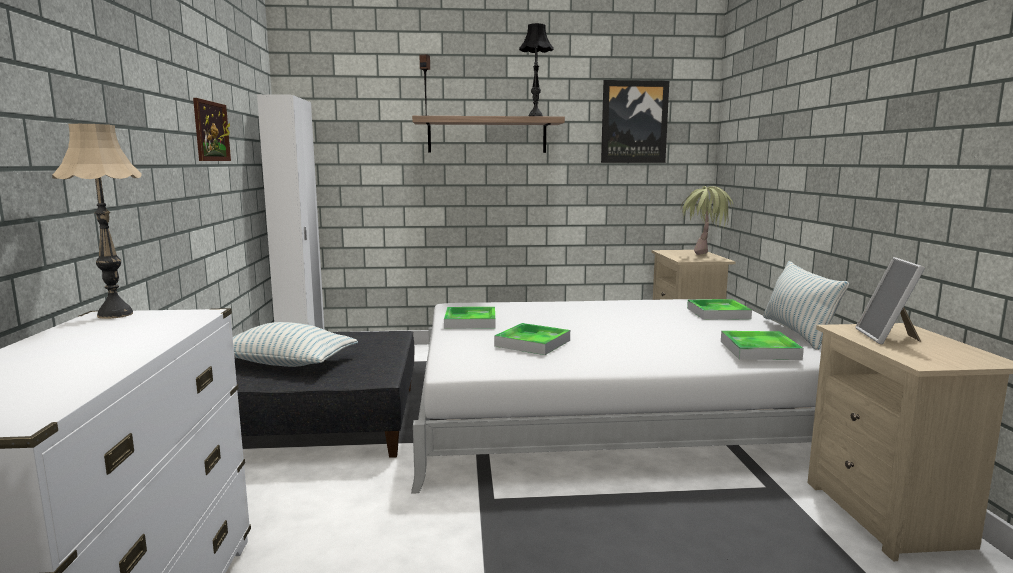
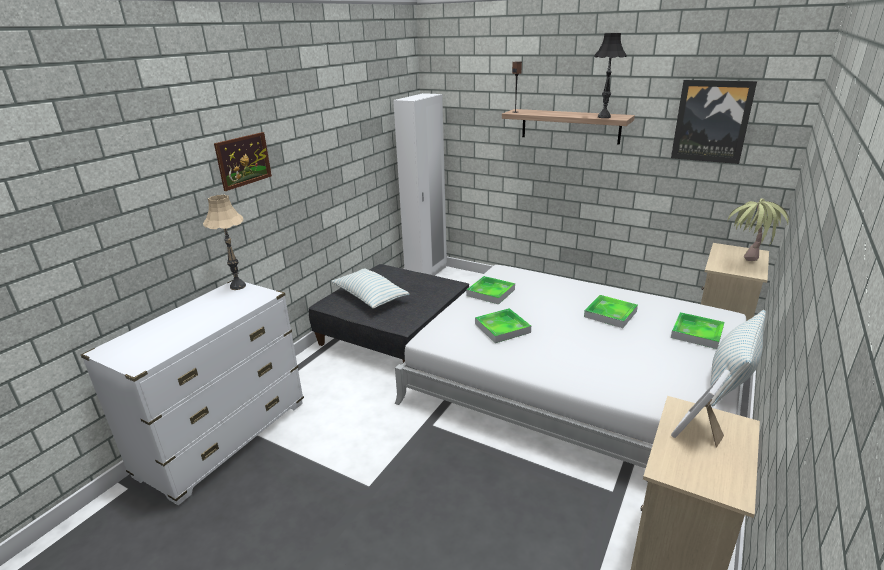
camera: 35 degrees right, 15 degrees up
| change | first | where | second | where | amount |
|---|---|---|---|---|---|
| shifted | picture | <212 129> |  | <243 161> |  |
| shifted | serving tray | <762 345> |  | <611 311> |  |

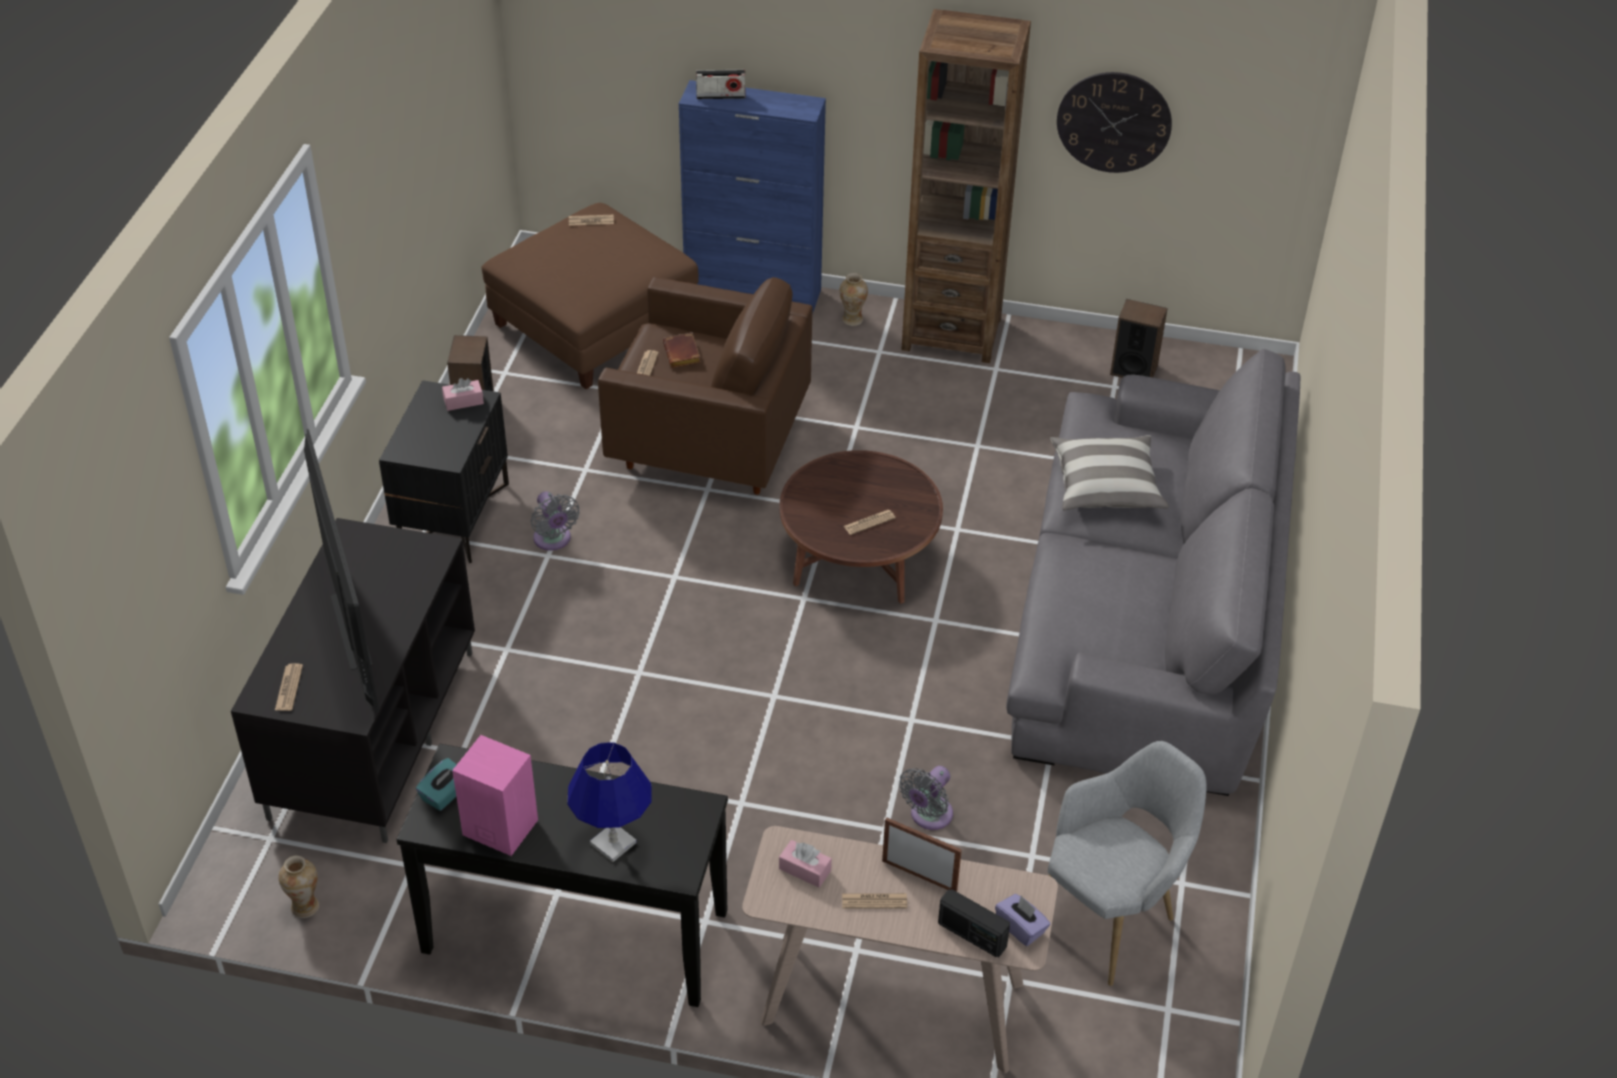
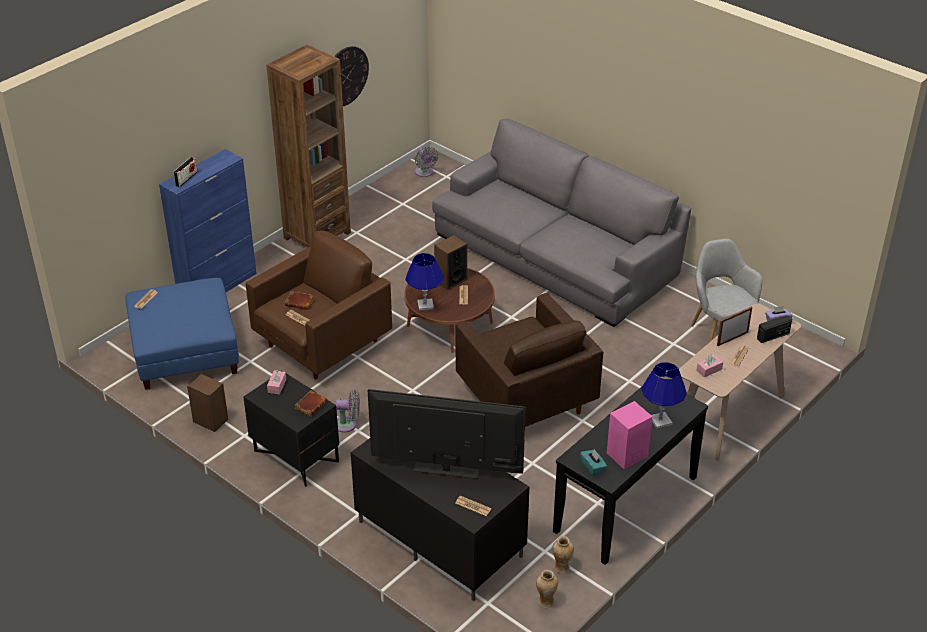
camera: 60 degrees left, 5 degrees down
| change | first | where | second | where | amount |
|---|---|---|---|---|---|
| repainted | brown pouffe | <590 296> | blue-coloured pouffe | <182 334> |  |
| shifted | vase | <854 299> |  | <563 555> |  |
| shifted | audio speaker | <1139 338> |  | <450 262> |  |
| gone | cushion | <1109 472> |  |  |  |
| shifted | greyish electric fan | <926 798> |  | <426 162> |  |
| new |  |  | blue-coloured lamp for a table | <425 282> |  |
| new |  |  | brown lounge chair | <529 360> |  |
| new |  |  | brown volume | <311 403> |  |

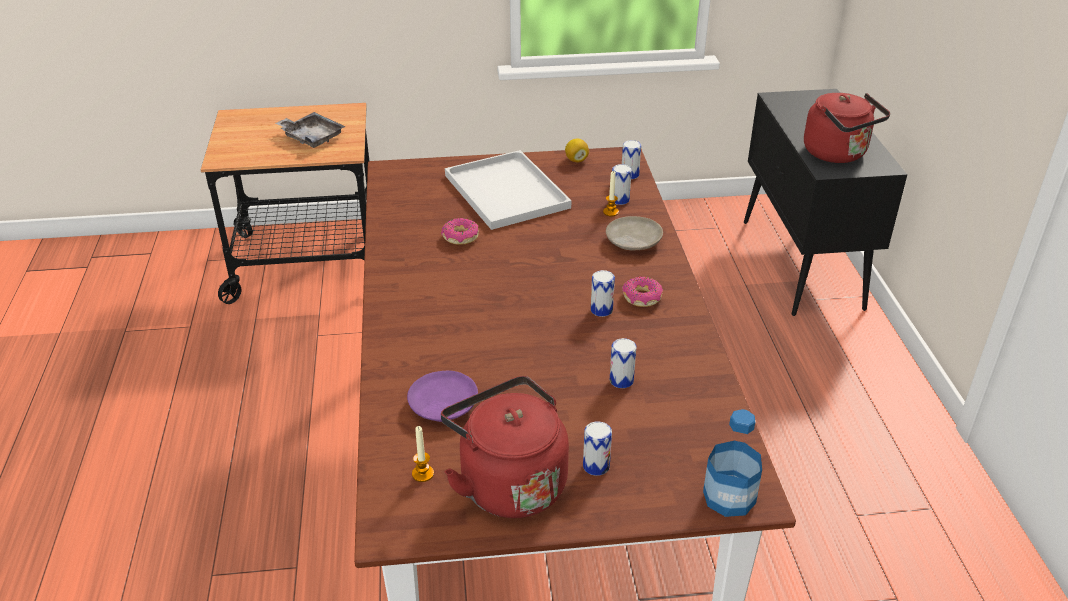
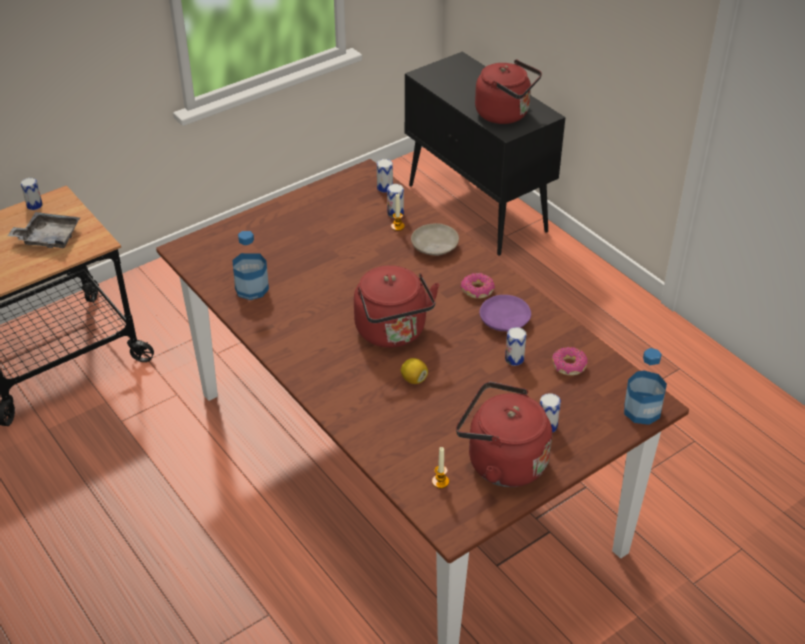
camera: 30 degrees left, 5 degrees up
| change | first | where | second | where | amount |
|---|---|---|---|---|---|
| shifted | whole lemon | <577 150> |  | <414 371> |  |
| gone | whitish serving tray | <508 190> |  |  |  |
| shifted | donut | <460 231> |  | <569 361> |  |
| shifted | sealed can | <603 293> |  | <32 194> |  |
| shifted | purple dinner plate | <442 396> |  | <505 313> |  |
| new |  |  | drink bottle | <250 265> |  |
| new |  |  | reddish kettle | <396 306> |  |

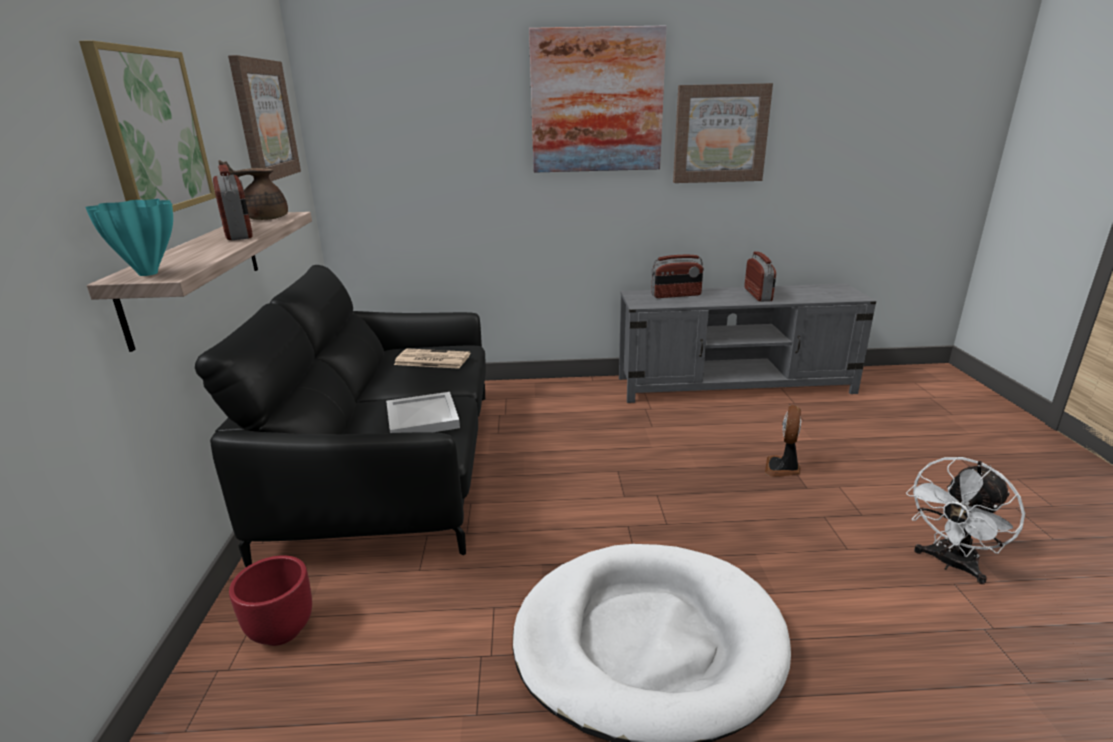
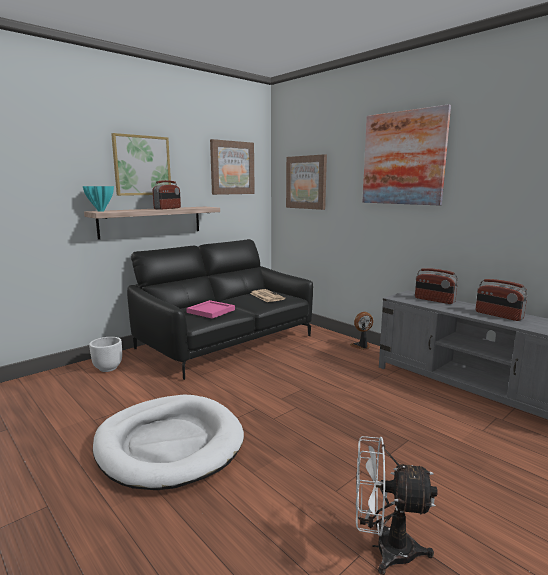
camera: 50 degrees right, 10 degrees down
| change | first | where | second | where | amount |
|---|---|---|---|---|---|
| shifted | picture | <723 133> |  | <306 182> |  |
| gone | brown teapot | <253 190> |  |  |  |
| rotated | radio set | <760 276> |  | <502 300> | 90 degrees clockwise |
| repainted | whitish serving tray | <423 412> | pink serving tray | <210 309> |  |
| shifted | electric fan | <783 441> |  | <361 331> |  |
| repainted | reddish planter | <270 600> | whitish planter | <105 354> |  |

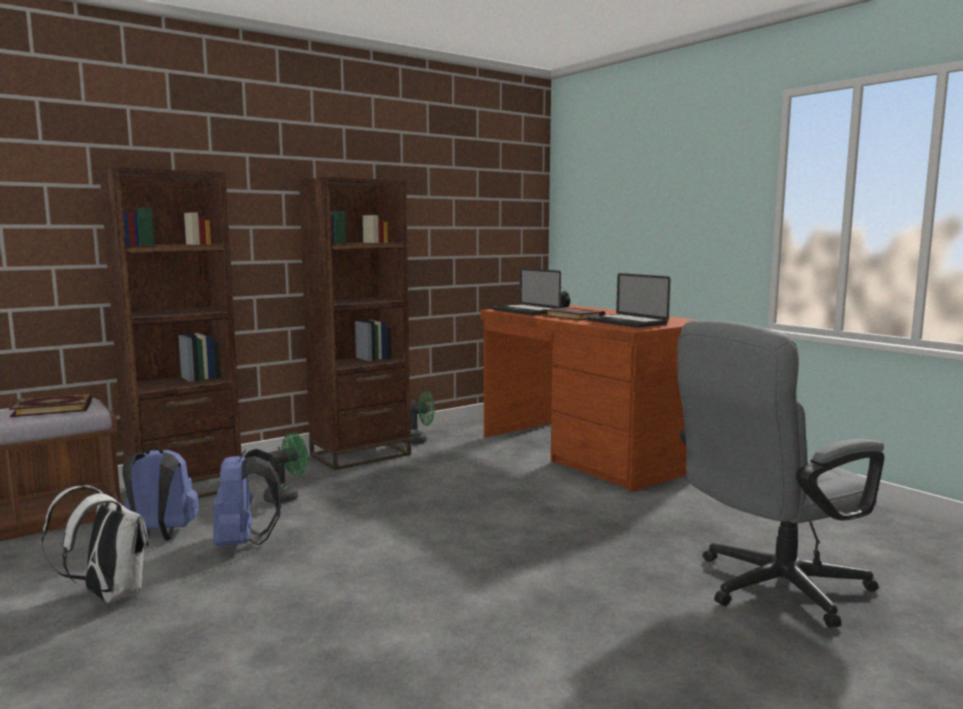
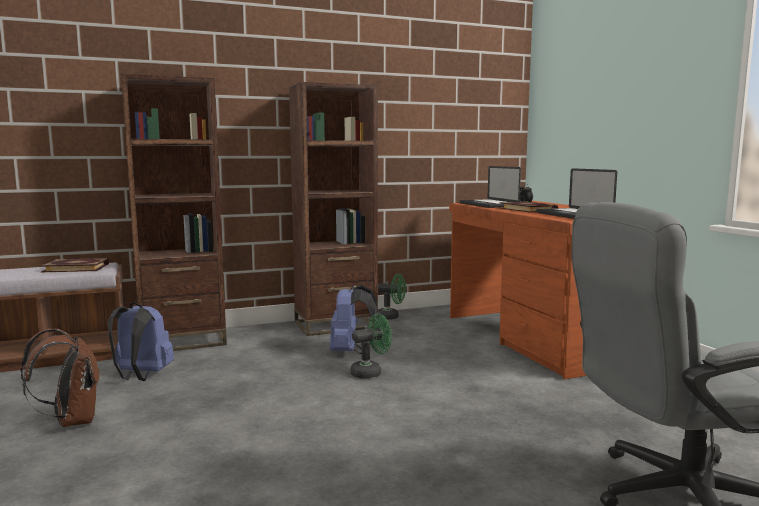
camera: 15 degrees right, 0 degrees up
| change | first | where | second | where | amount |
|---|---|---|---|---|---|
| shifted | green electric fan | <286 468> |  | <371 346> |  |
| shifted | blue-coloured rucksack | <247 497> |  | <353 319> |  |
| repainted | whitish rucksack | <95 544> | brown rucksack | <60 378> |  |

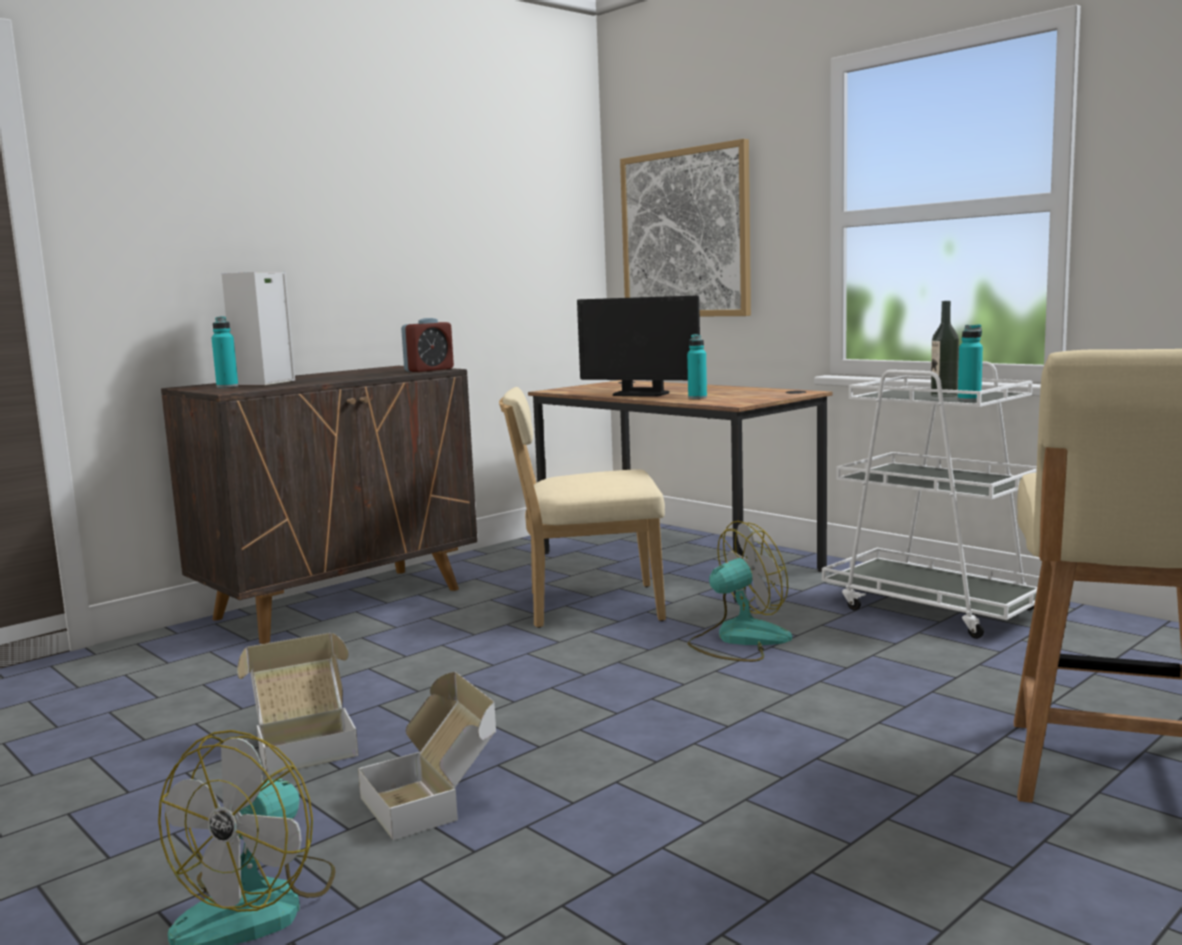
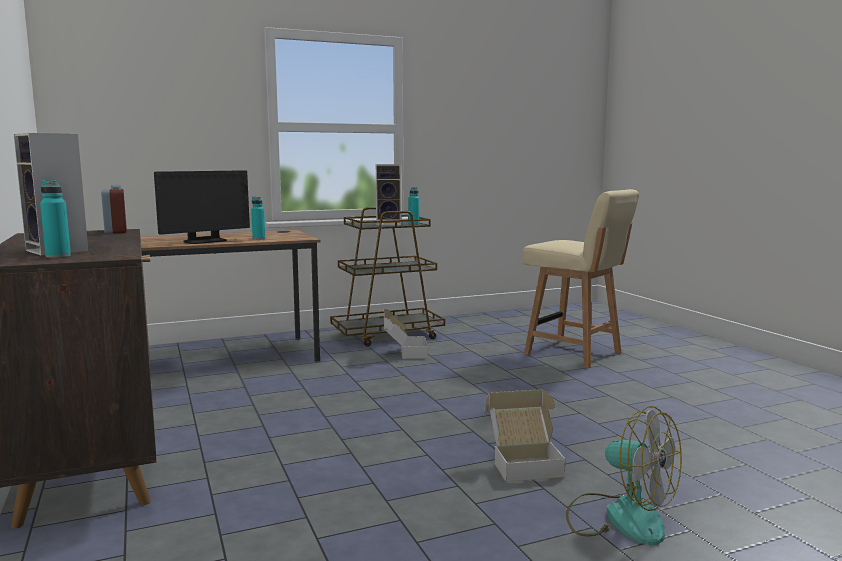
camera: 70 degrees left, 0 degrees up
| change | first | where | second | where | amount |
|---|---|---|---|---|---|
| gone | picture | <685 227> |  |  |  |
| swapped | drink bottle | <945 349> | audio speaker | <389 194> |  |
| repainted | whitish cart | <930 500> | brown cart | <387 277> |  |
| gone | beige-coloured upright chair | <582 507> |  |  |  |
| gone | electric fan | <740 591> |  |  |  |
| shifted | cardboard box | <298 704> |  | <406 334> |  |

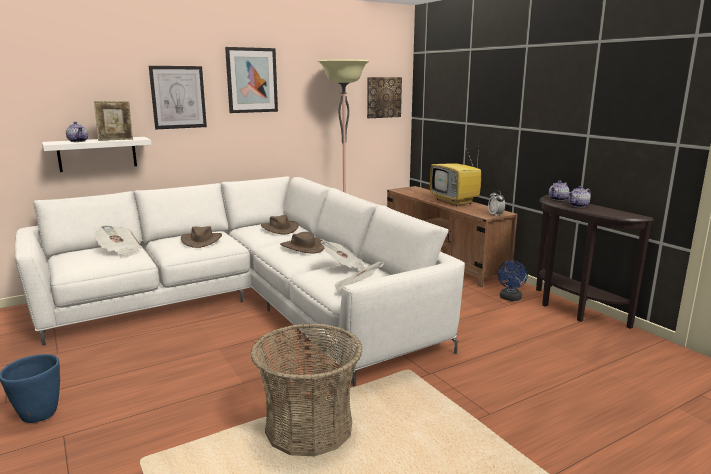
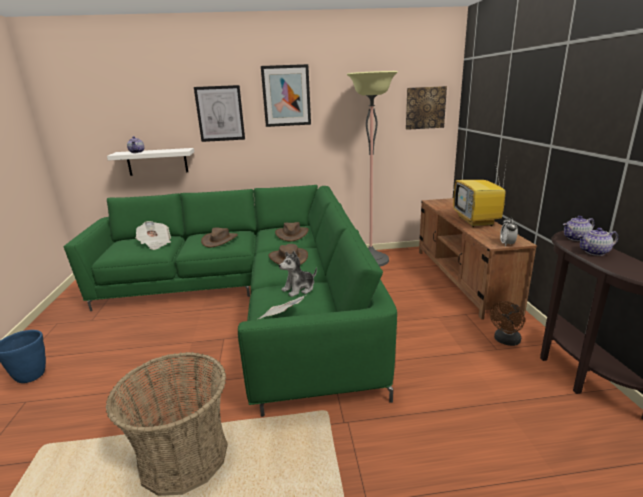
camera: 25 degrees right, 5 degrees up
| change | first | where | second | where | amount |
|---|---|---|---|---|---|
| gone | photo frame | <113 121> |  |  |  |
| repainted | whitish sofa | <240 281> | green sofa | <230 301> |  |
| swapped | daily paper | <343 255> | cuddly toy | <298 274> |  |
| repainted | blue-coloured electric fan | <512 281> | brown electric fan | <507 323> |  |

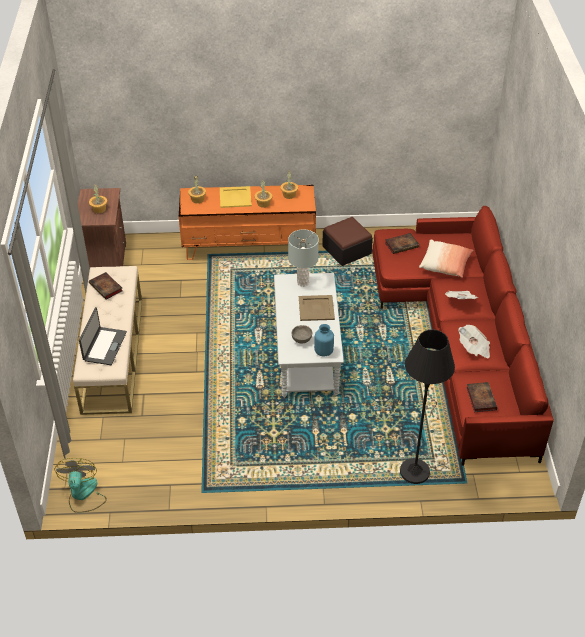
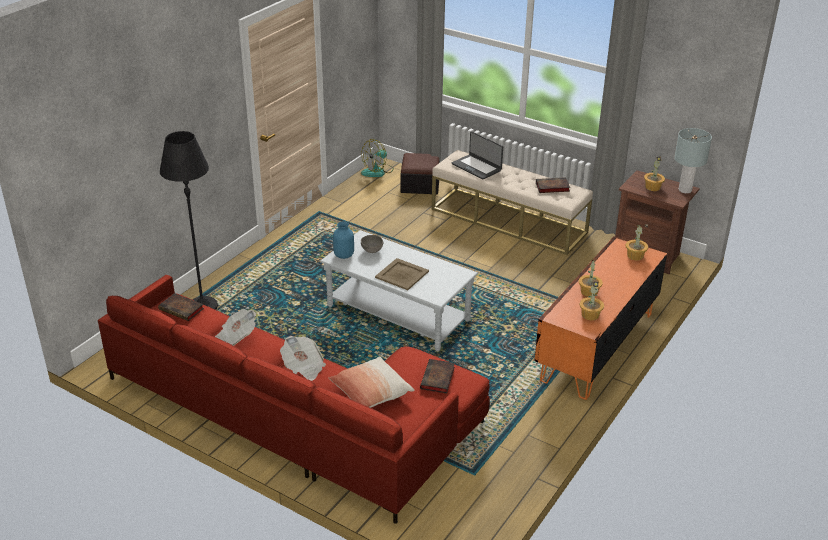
camera: 125 degrees right, 10 degrees down
| change | first | where | second | where | amount |
|---|---|---|---|---|---|
| gone | yellow serving tray | <236 197> |  |  |  |
| shifted | pouffe | <347 241> |  | <420 173> |  |
| shifted | greyish lamp for a table | <303 258> |  | <693 160> |  |
| rotated | electric fan | <81 485> |  | <377 158> | 105 degrees clockwise |

